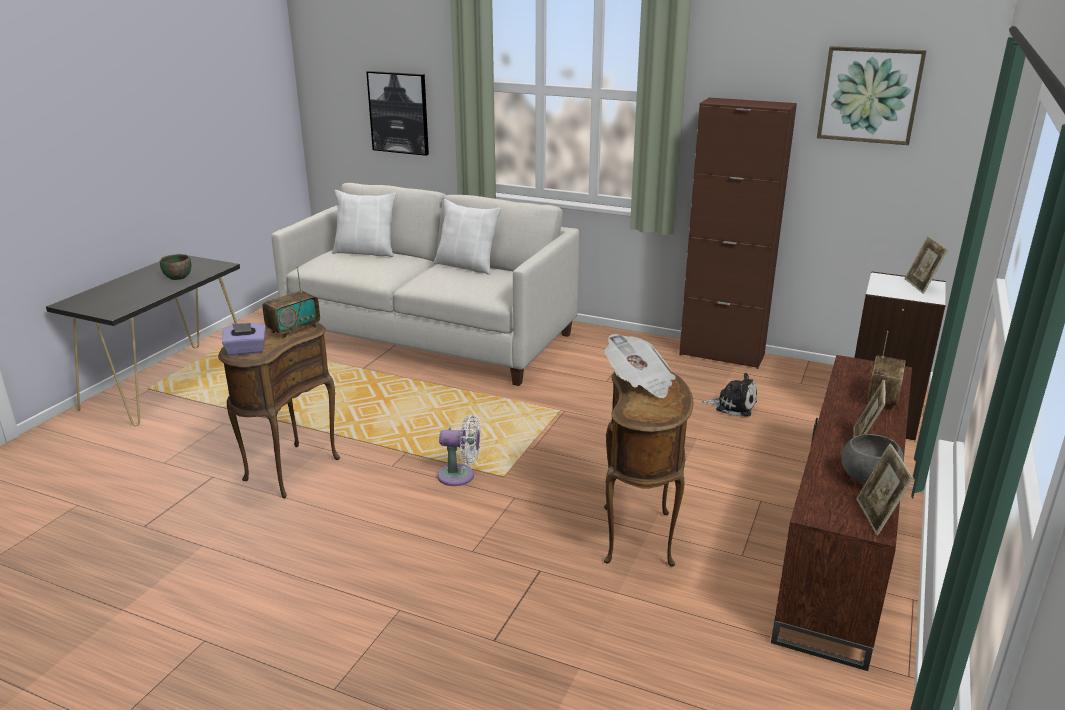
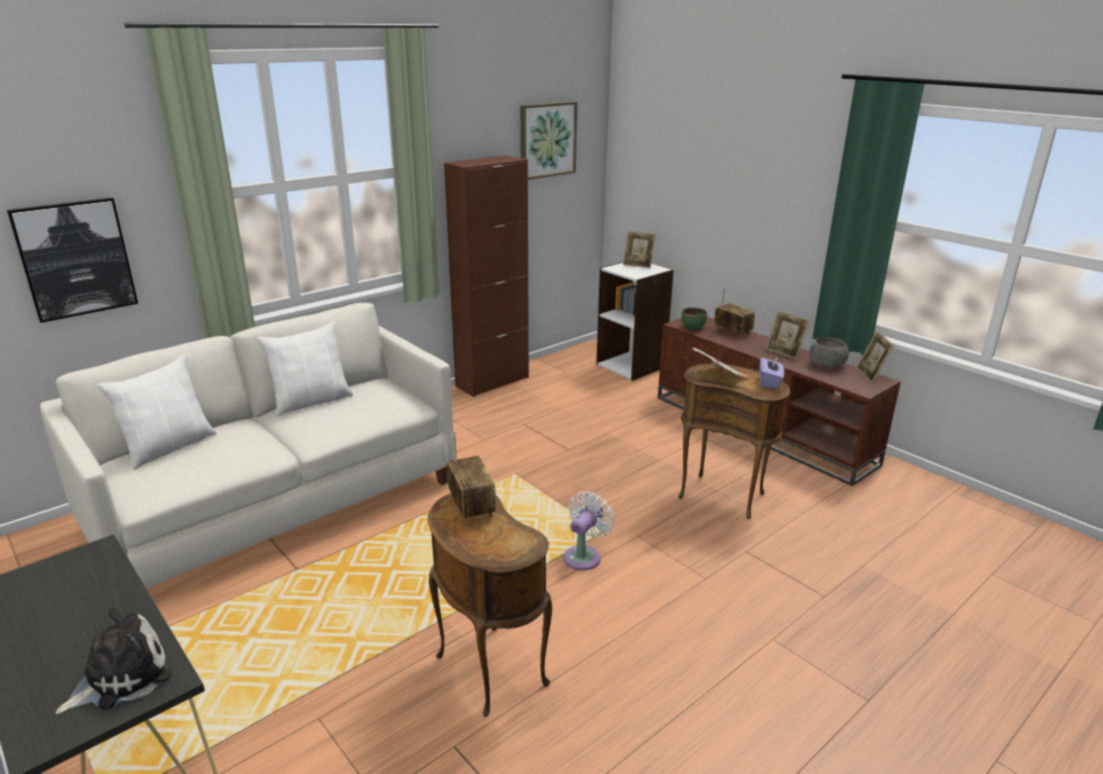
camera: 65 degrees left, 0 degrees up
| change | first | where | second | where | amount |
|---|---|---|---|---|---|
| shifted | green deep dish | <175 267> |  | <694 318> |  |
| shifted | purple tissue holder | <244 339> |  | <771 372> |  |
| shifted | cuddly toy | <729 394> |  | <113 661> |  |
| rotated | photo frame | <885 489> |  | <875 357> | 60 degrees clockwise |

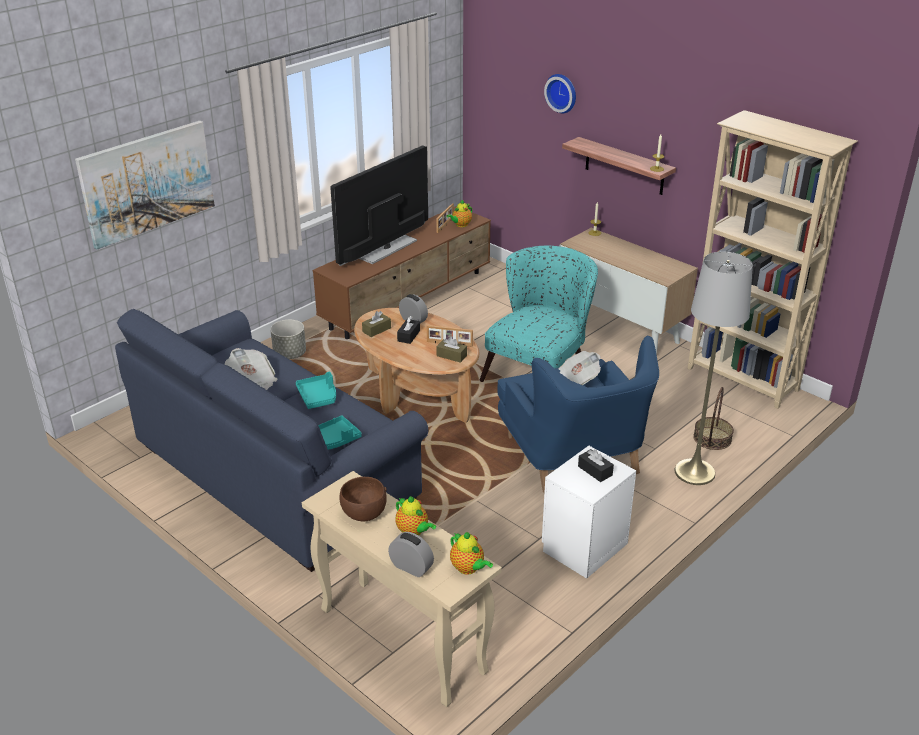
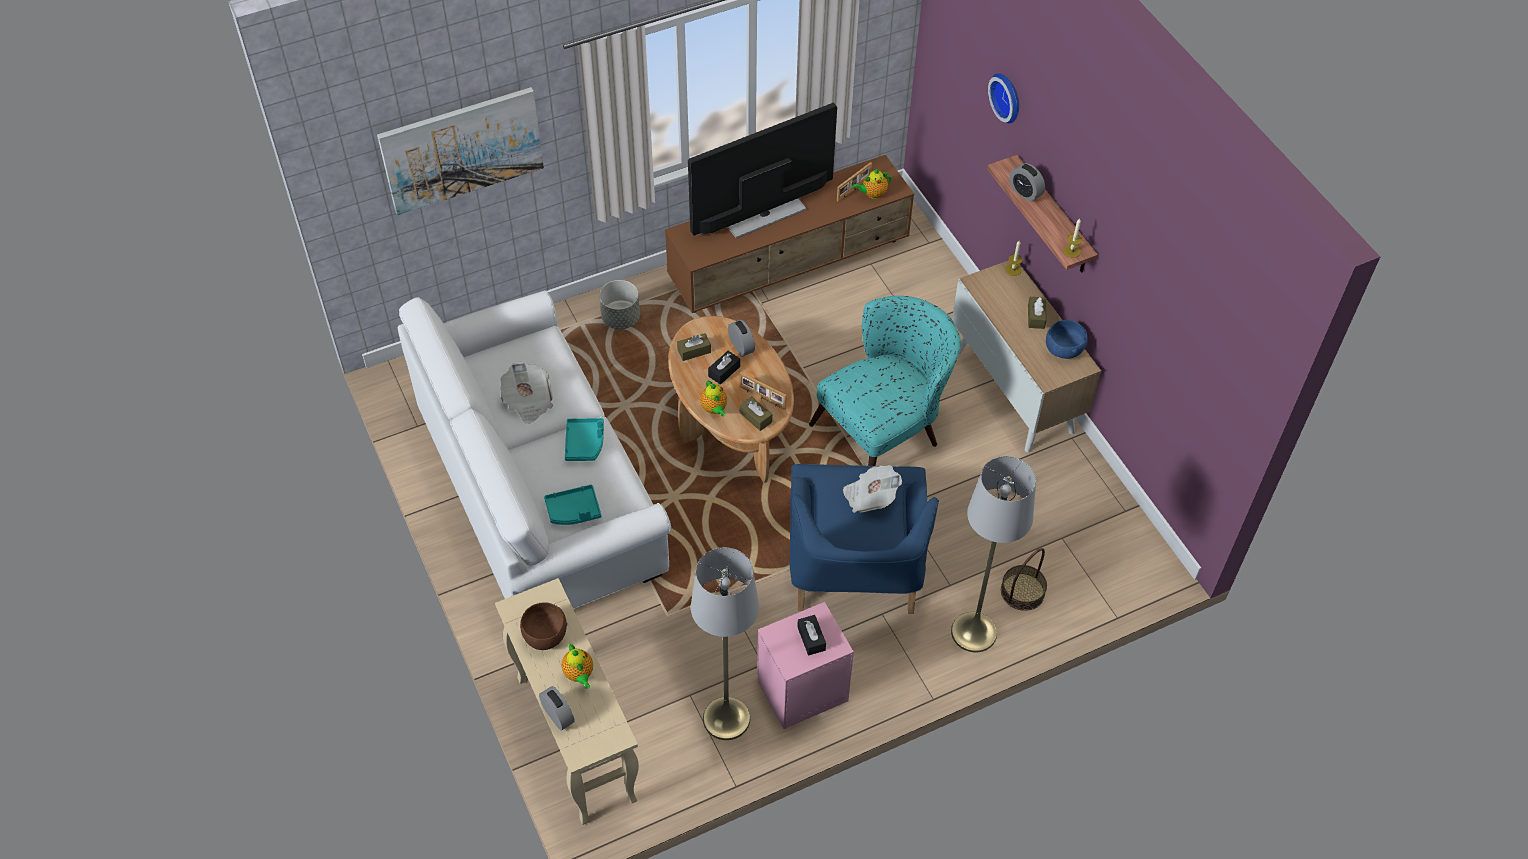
camera: 20 degrees right, 20 degrees up
| change | first | where | second | where | amount |
|---|---|---|---|---|---|
| gone | beige-coloured shelving unit | <772 259> |  |  |  |
| repainted | blue-coloured sofa | <271 440> | whitish sofa | <534 449> |  |
| repainted | whitish night table | <589 512> | pink night table | <805 665> |  |
| shifted | teapot | <471 553> |  | <713 398> |  |
| new |  |  | bedside clock | <1027 182> |  |
| new |  |  | brown tissue holder | <1037 313> |  |
| new |  |  | blue-coloured deep dish | <1067 339> |  |
| new |  |  | greyish floor lamp | <725 643> |  |

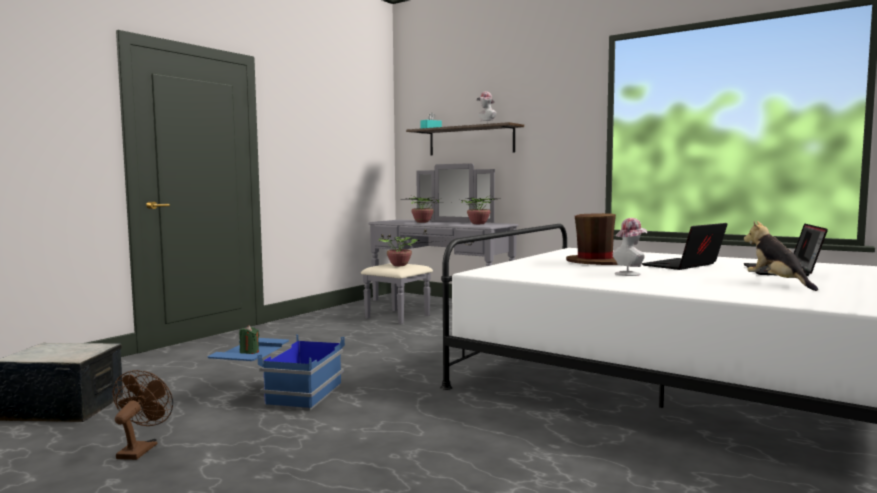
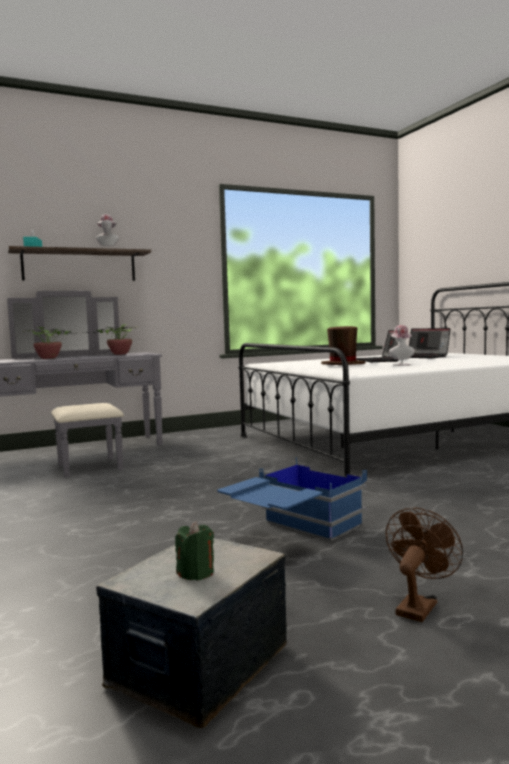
camera: 60 degrees left, 0 degrees up
| change | first | where | second | where | amount |
|---|---|---|---|---|---|
| gone | cuddly toy | <781 256> |  |  |  |
| gone | plant in a pot | <409 251> |  |  |  |
| shifted | green candle | <249 339> |  | <194 551> |  |
| rotated | brown electric fan | <142 415> |  | <424 564> | 90 degrees clockwise |

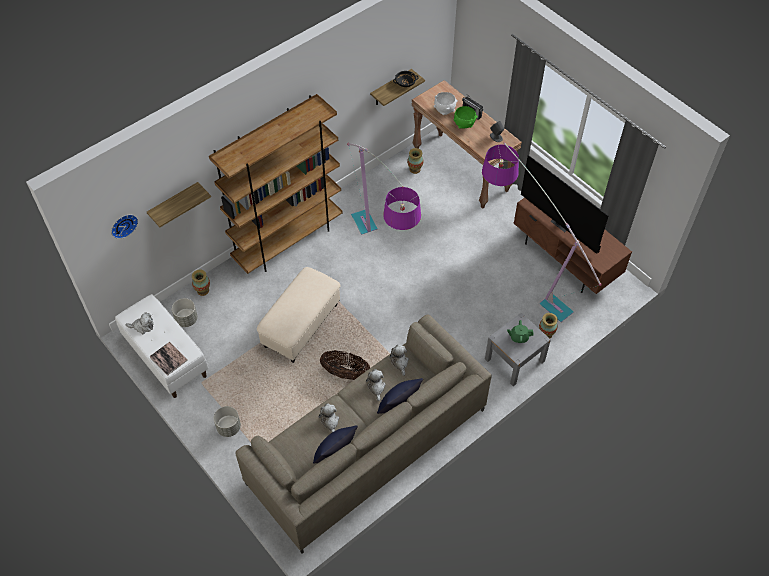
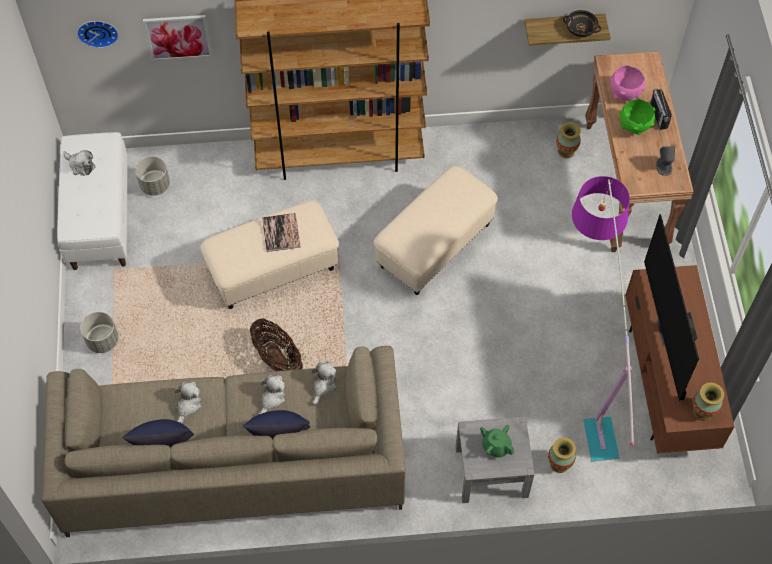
camera: 35 degrees right, 5 degrees up
| change | first | where | second | where | amount |
|---|---|---|---|---|---|
| repainted | whitish deep dish | <446 103> | pink deep dish | <627 83> |  |
| swapped | floor lamp | <384 189> | beige-coloured pouffe | <436 230> |  |
| swapped | bracket shelf | <179 204> | picture | <177 38> |  |
| shifted | vase | <201 283> |  | <708 402> |  |
| shifted | volume | <168 359> |  | <281 232> |  |

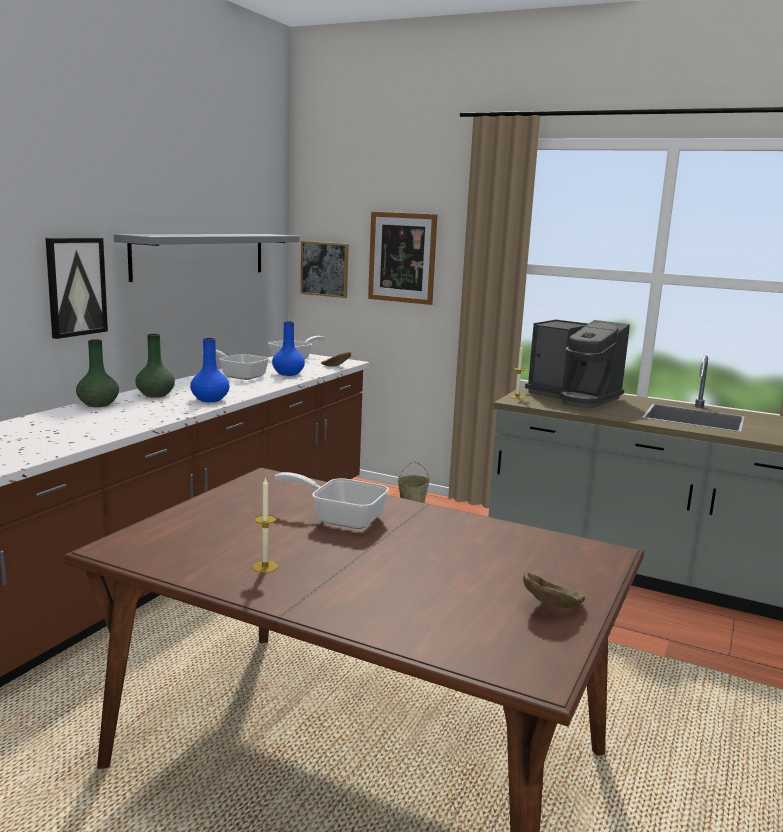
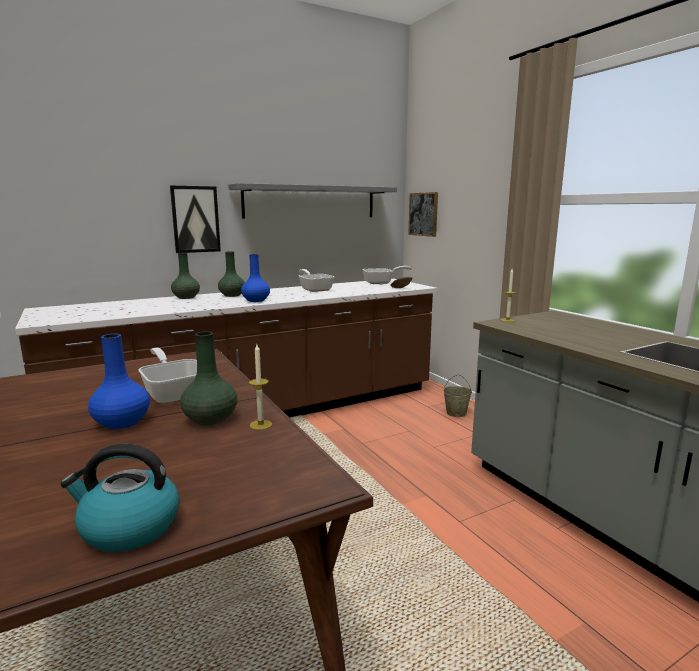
camera: 35 degrees right, 0 degrees up
| change | first | where | second | where | amount |
|---|---|---|---|---|---|
| gone | picture | <402 258> |  |  |  |
| gone | coffee maker | <577 364> |  |  |  |
| shifted | blue-coloured vase | <288 348> |  | <119 381> |  |
| shifted | candle | <265 525> |  | <260 387> |  |
| swapped | brown deep dish | <554 591> | kettle | <119 498> |  |
| new |  |  | green vase | <209 378> |  |

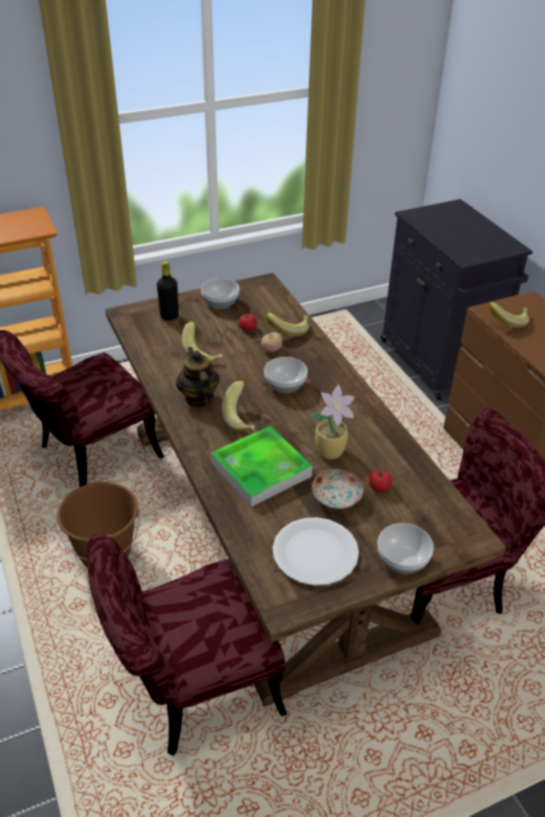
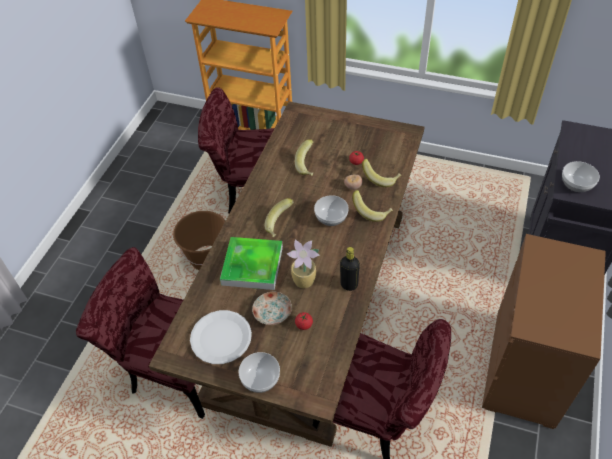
camera: 45 degrees right, 10 degrees up
| change | first | where | second | where | amount |
|---|---|---|---|---|---|
| shifted | black-coloured drink bottle | <168 291> |  | <350 269> |  |
| shifted | deep dish | <220 293> |  | <581 176> |  |
| shifted | banana | <509 315> |  | <372 206> |  |
| gone | teapot | <198 377> |  |  |  |

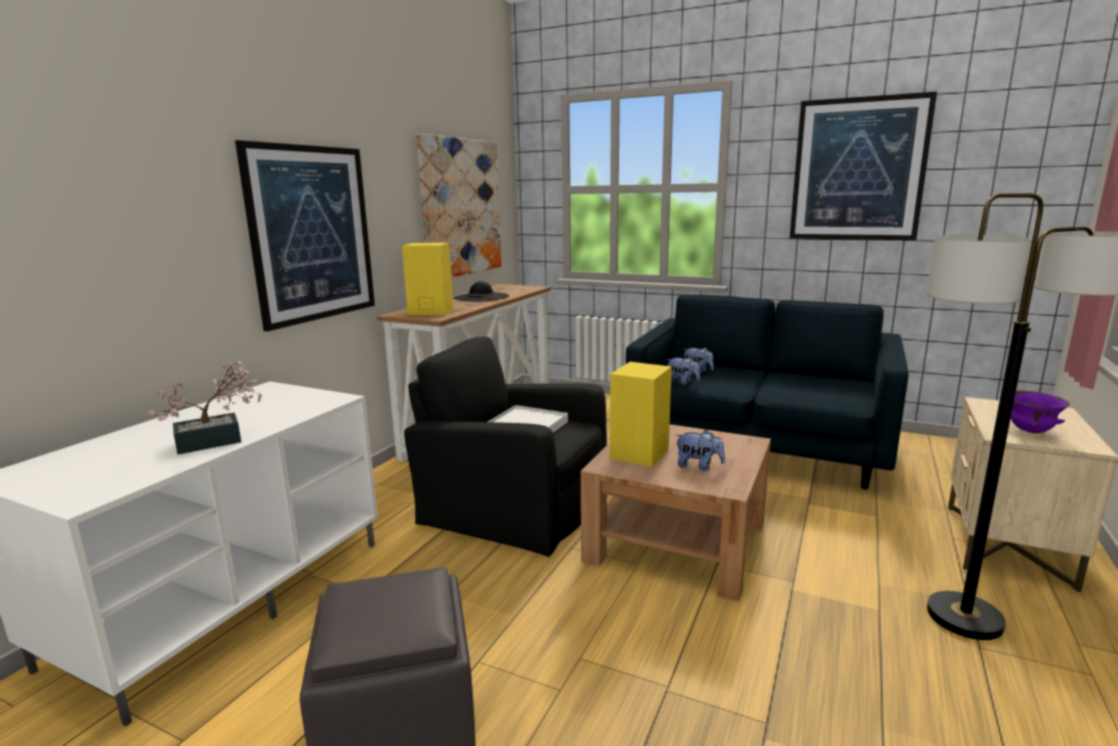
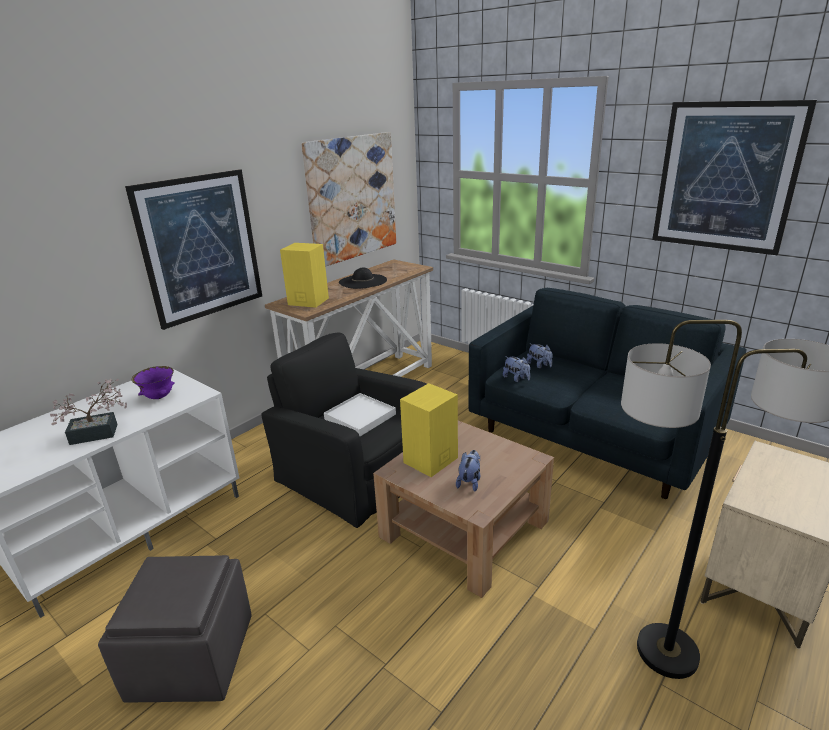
camera: 15 degrees right, 10 degrees up
| change | first | where | second | where | amount |
|---|---|---|---|---|---|
| shifted | purple deep dish | <1040 411> |  | <153 382> |  |
| rotated | cuddly toy | <700 450> |  | <468 471> | 105 degrees counterclockwise |

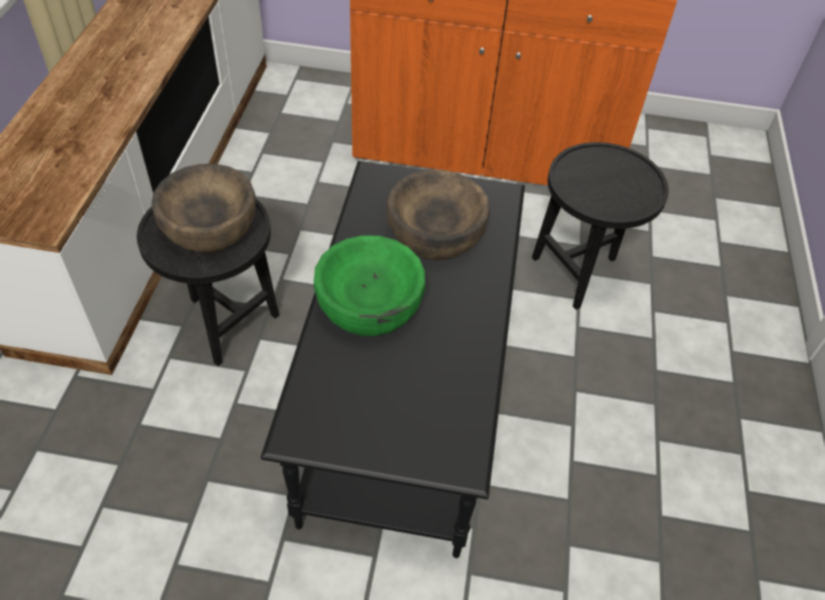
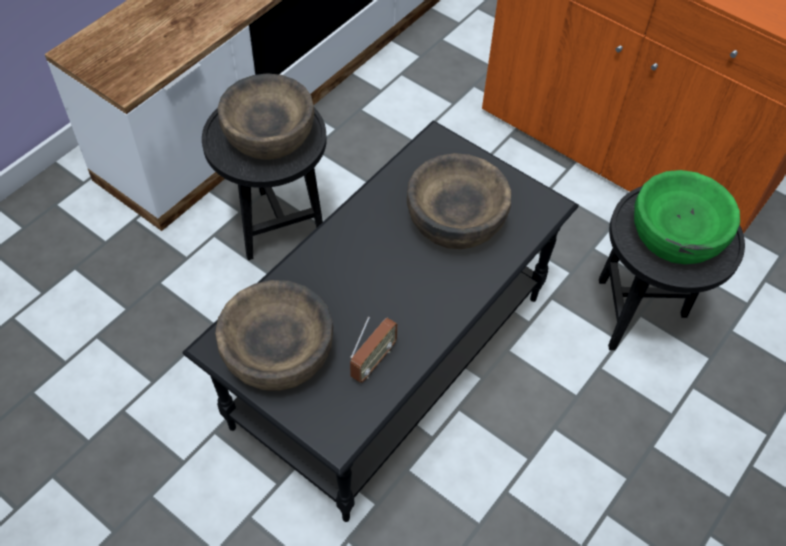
camera: 30 degrees right, 5 degrees up
| change | first | where | second | where | amount |
|---|---|---|---|---|---|
| shifted | green deep dish | <369 285> |  | <687 217> |  |
| new |  |  | brown deep dish | <274 335> |  |
| new |  |  | radio set | <374 350> |  |

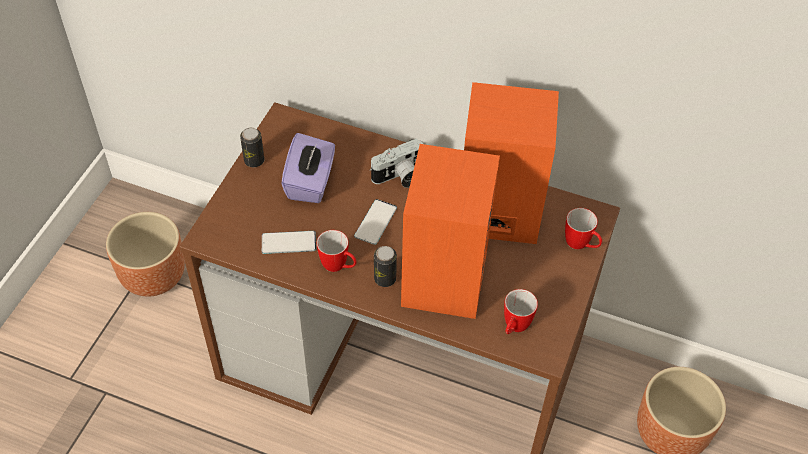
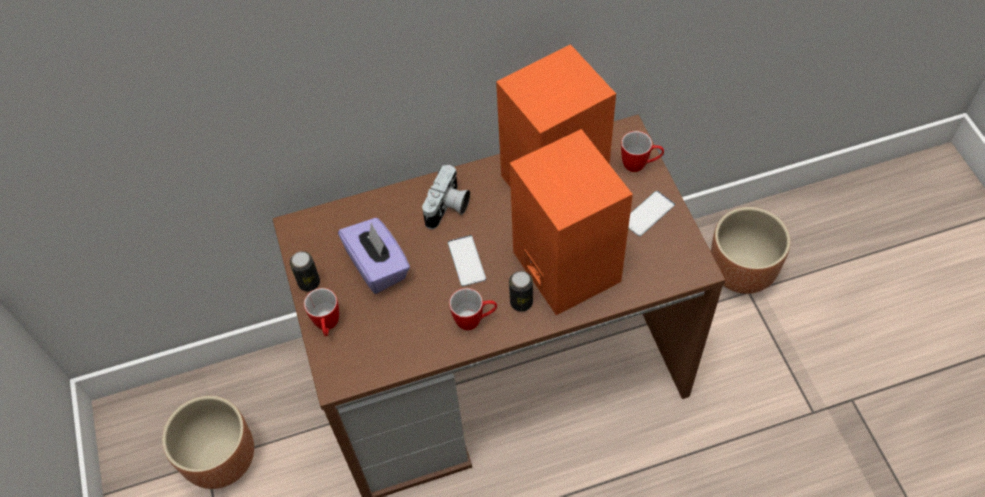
camera: 35 degrees left, 5 degrees up
| change | first | where | second | where | amount |
|---|---|---|---|---|---|
| shifted | phone | <289 242> |  | <651 213> |  |
| shifted | mug | <521 311> |  | <321 312> |  |

